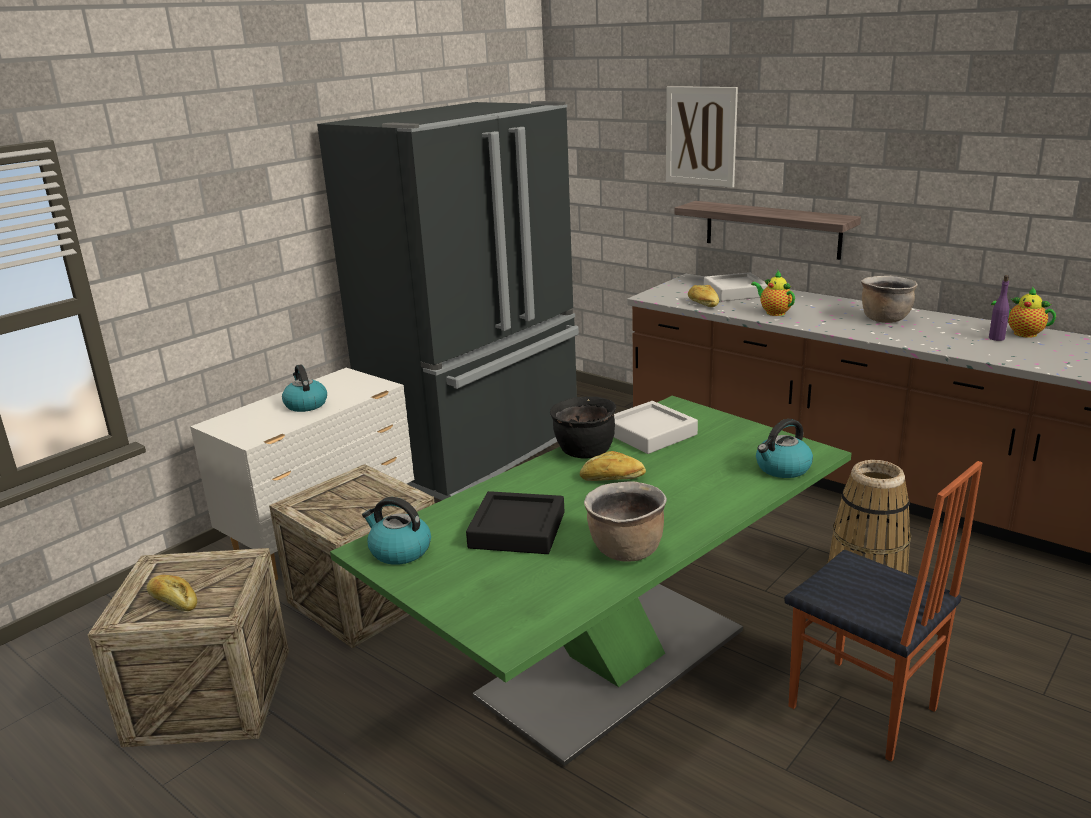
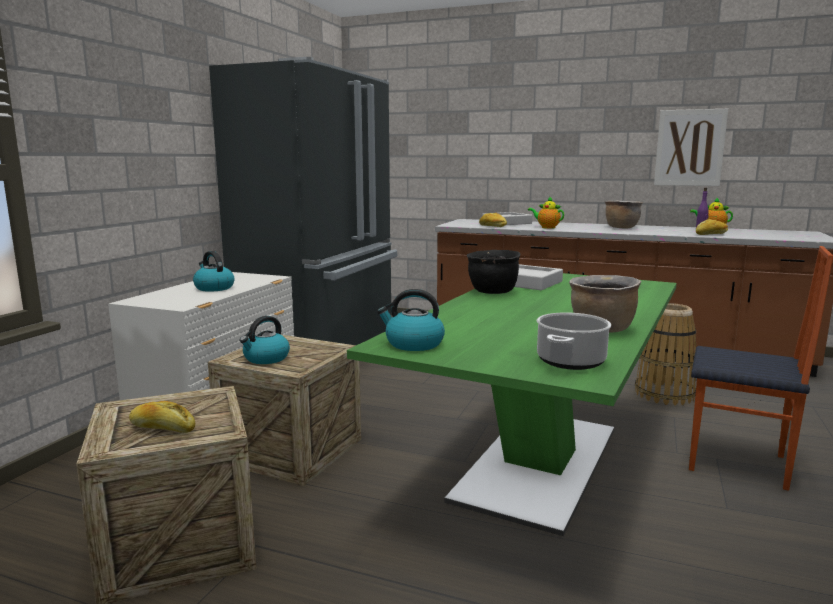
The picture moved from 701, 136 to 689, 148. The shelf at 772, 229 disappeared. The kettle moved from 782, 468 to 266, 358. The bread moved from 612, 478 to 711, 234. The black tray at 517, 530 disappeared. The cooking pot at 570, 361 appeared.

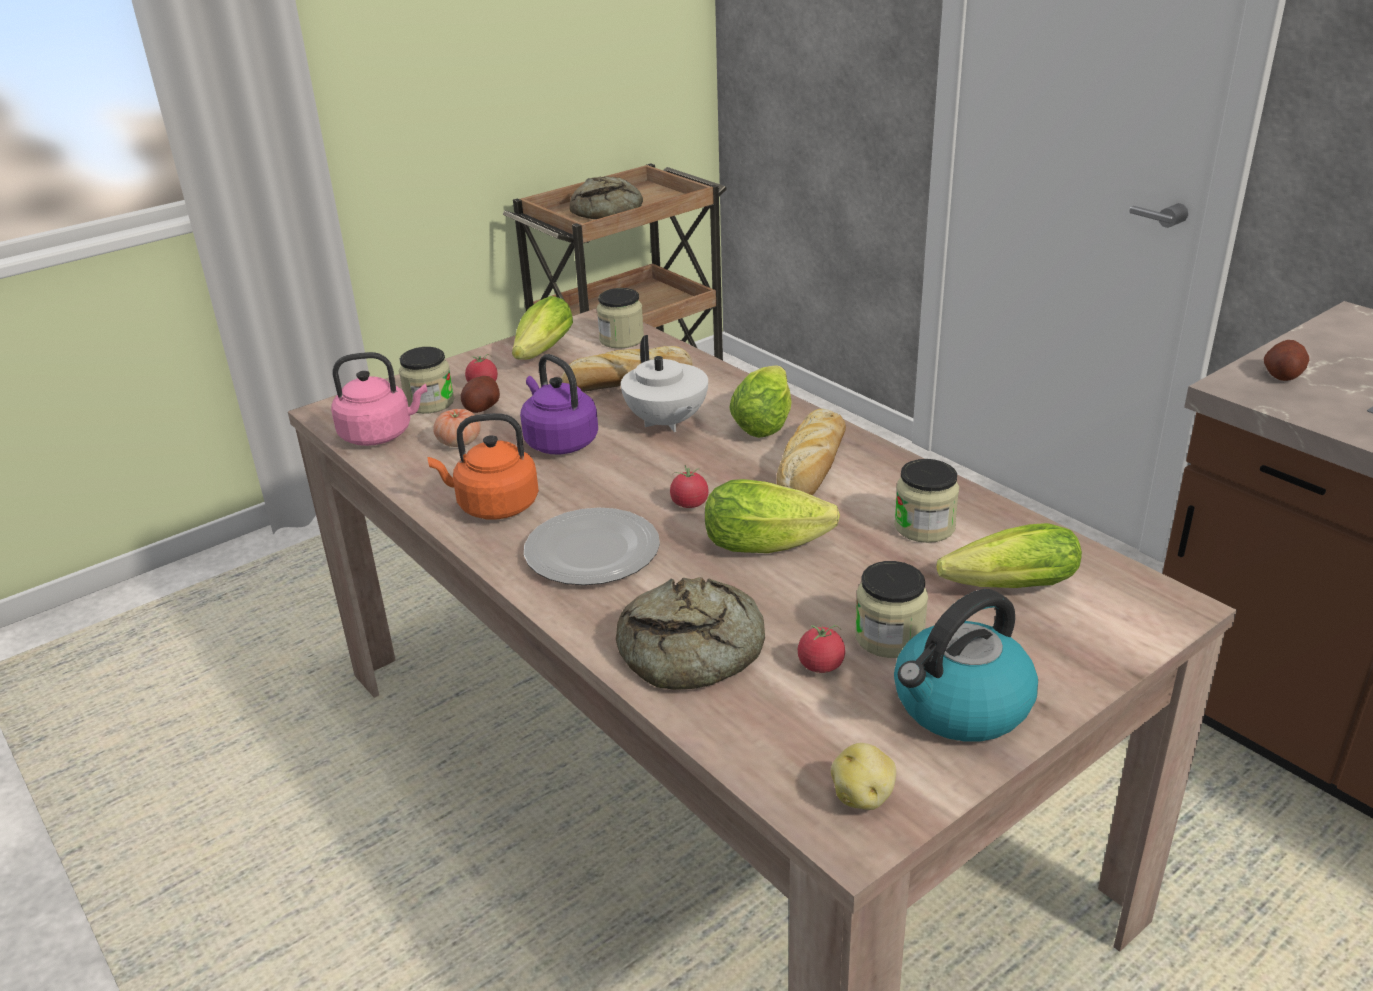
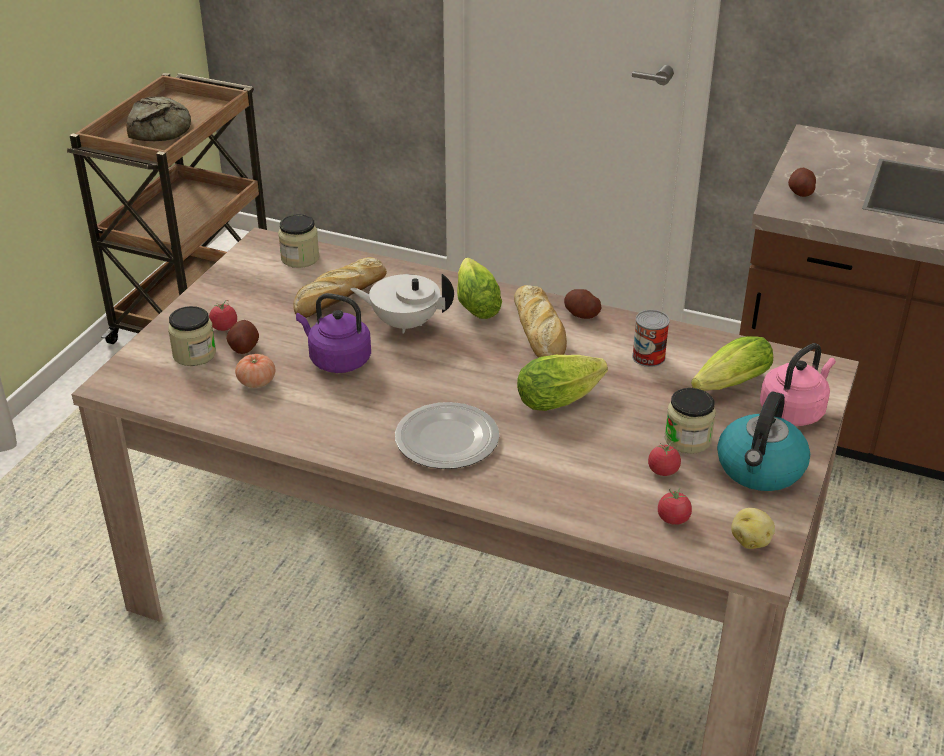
The lettuce at 540, 355 disappeared. The white teapot at 666, 423 turned 150 degrees clockwise. The pink kettle moved from 380, 434 to 794, 411. The orange kettle at 493, 506 disappeared. The jar at 924, 527 was replaced by the can at 648, 357. The tomato moved from 689, 504 to 673, 519. The bread at 694, 650 disappeared. The potato at 581, 314 appeared.

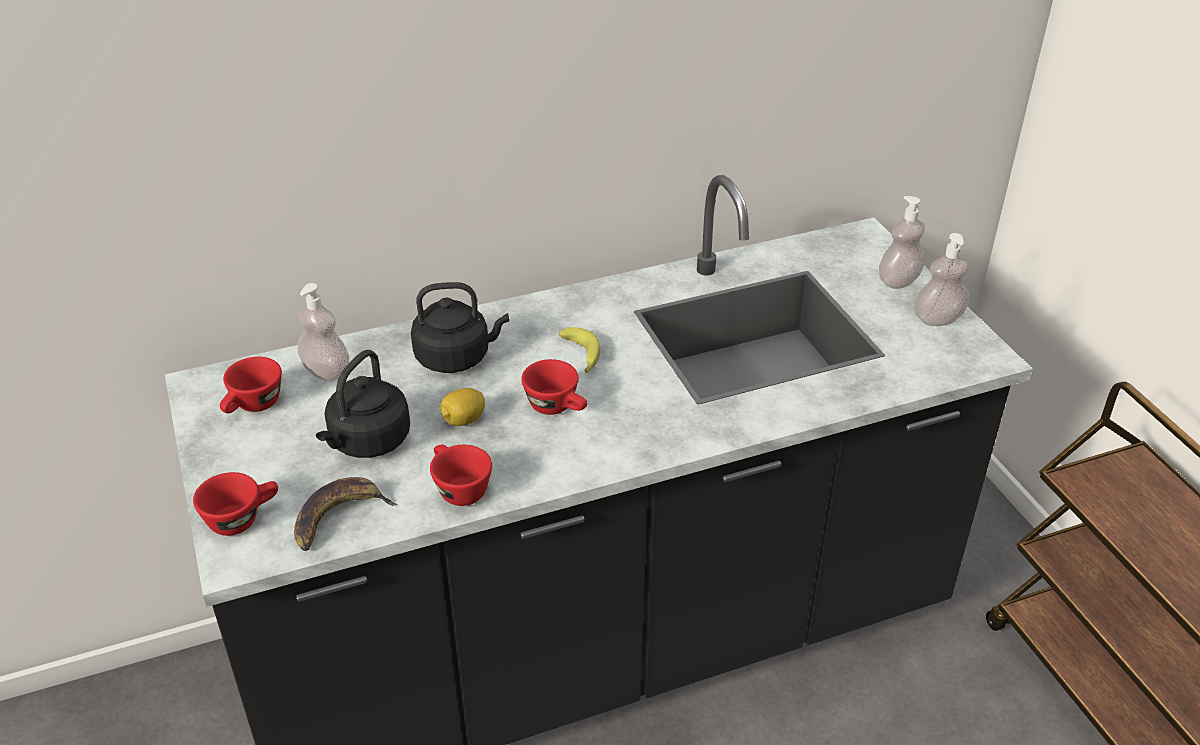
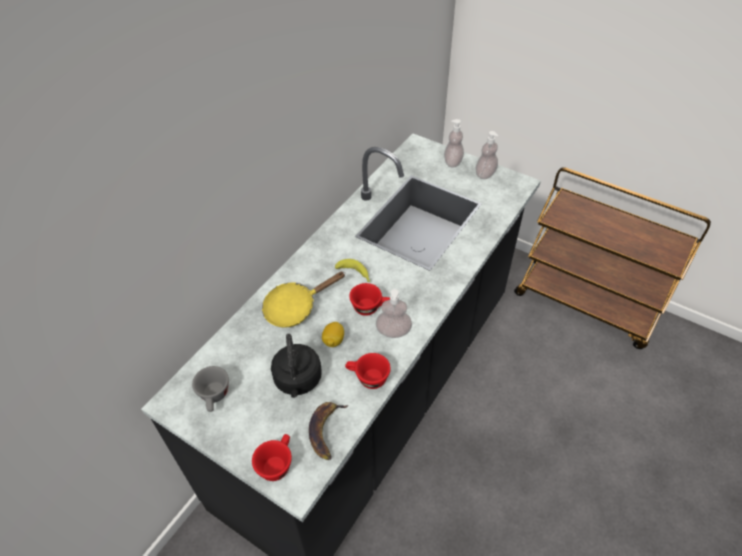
The black kettle at 457, 357 was replaced by the yellow frying pan at 295, 307. The soap dispenser moved from 326, 371 to 393, 331. The red cup at 253, 406 became the grey cup at 215, 397.

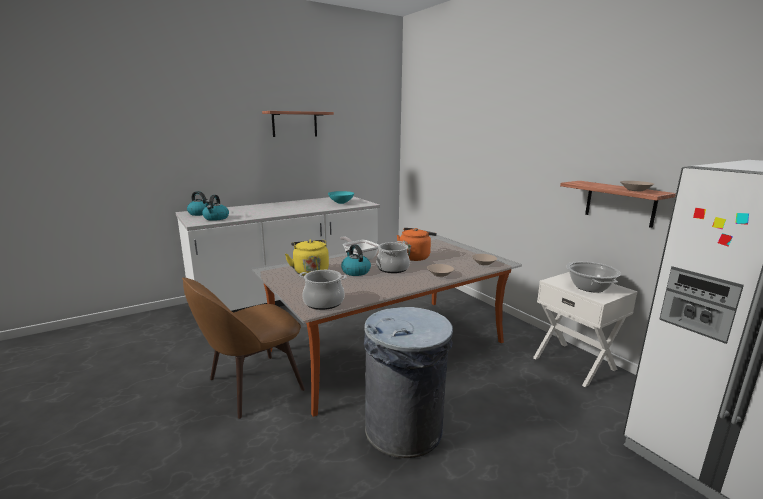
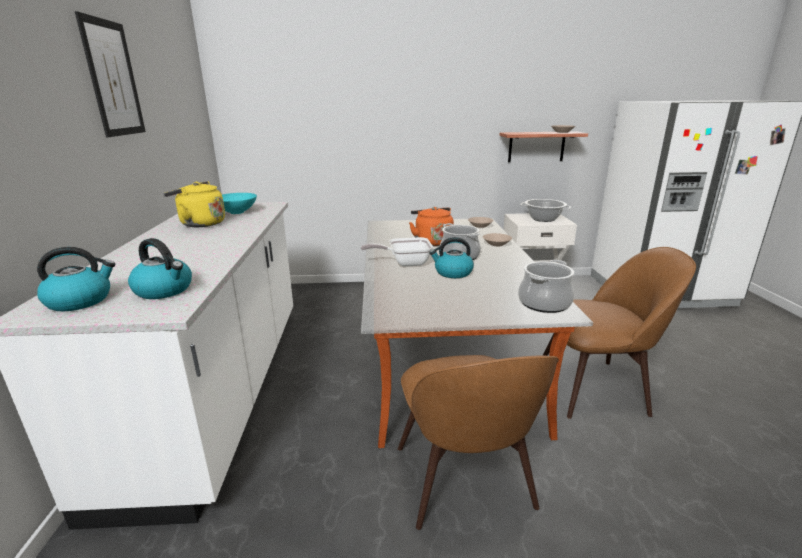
The shelf at 294, 124 was replaced by the picture at 113, 79. The yellow kettle moved from 310, 271 to 200, 224. The grey trash can at 404, 430 was replaced by the brown chair at 595, 387.

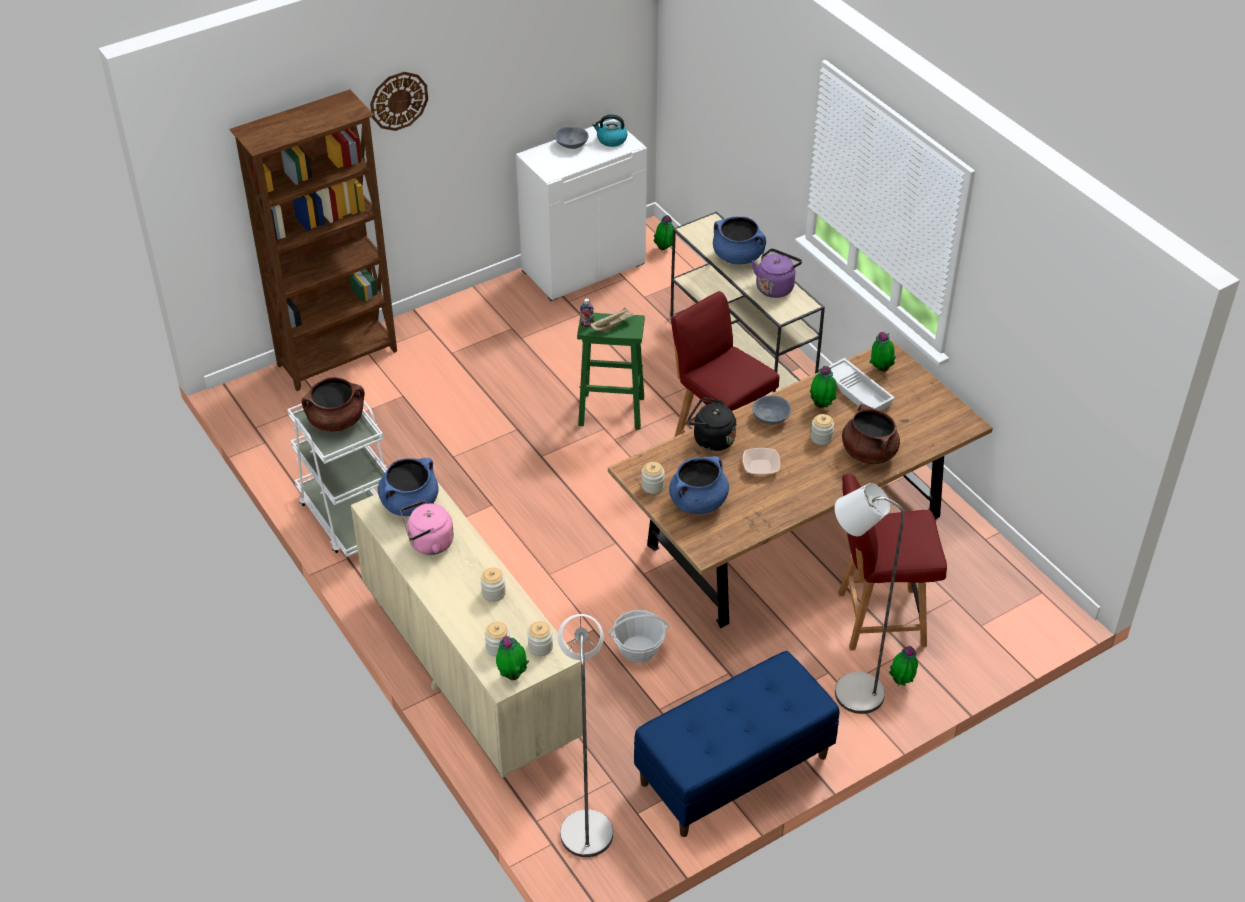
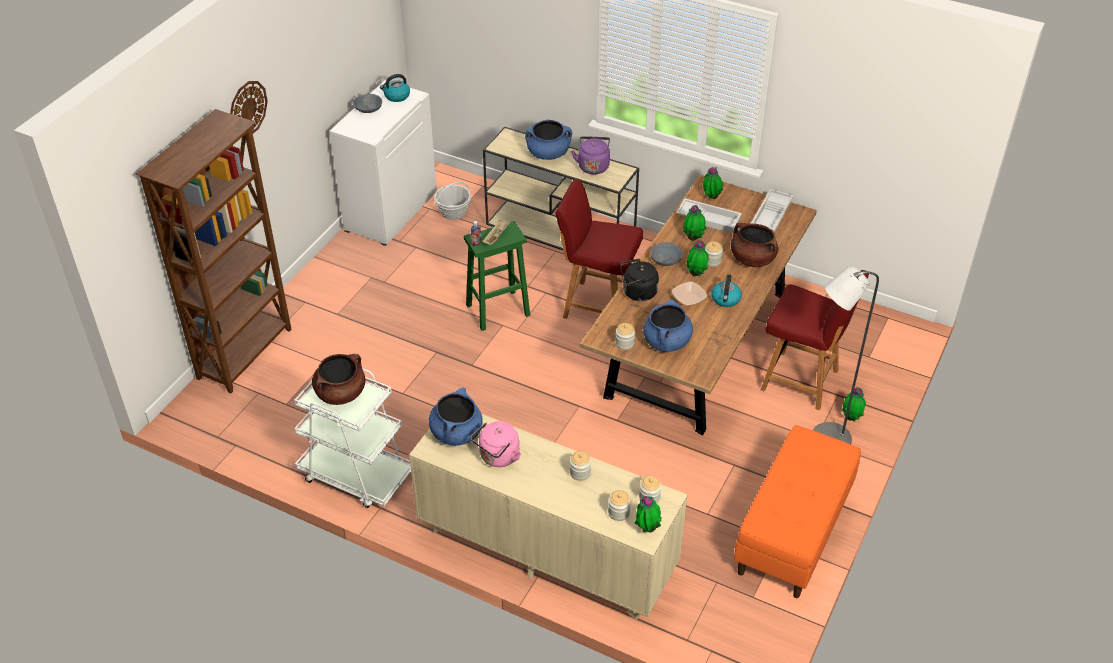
The potted plant moved from 664, 249 to 696, 274. The red chair at 878, 619 turned 120 degrees counterclockwise. The basket moved from 638, 649 to 453, 212. The grey floor lamp at 586, 825 disappeared. The blue bench at 734, 771 became the orange bench at 793, 533. The white tray at 772, 216 appeared. The kettle at 726, 299 appeared.

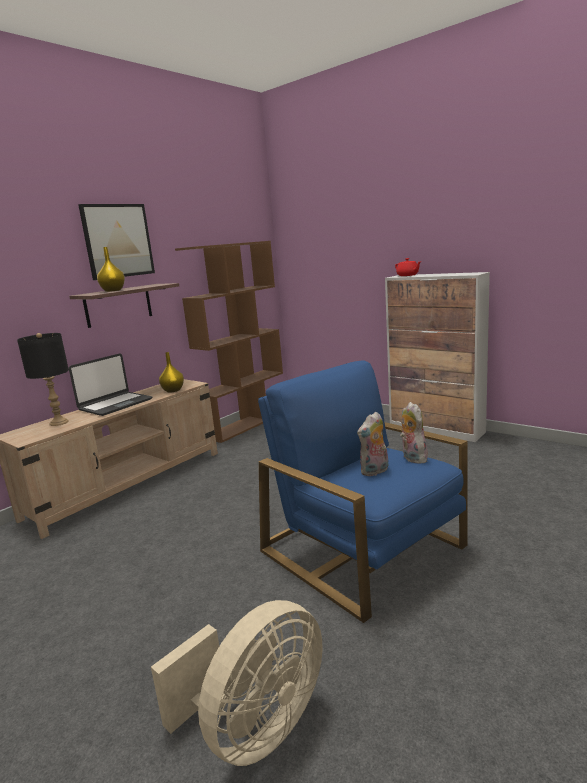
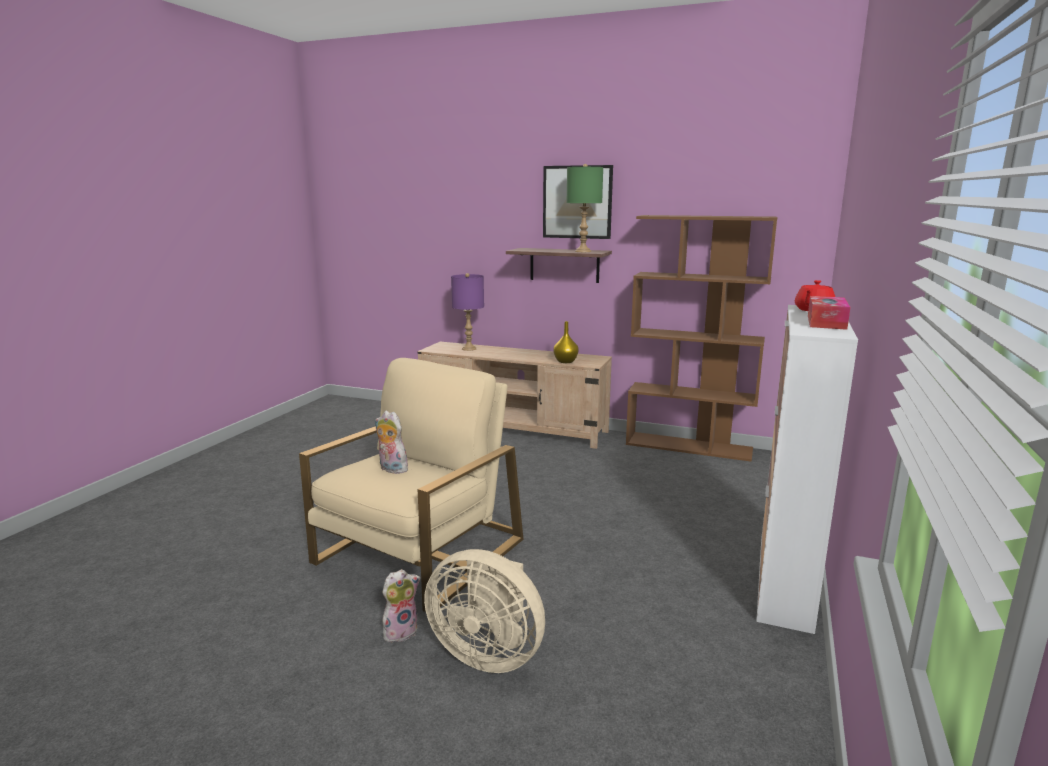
The yellow vase at 112, 290 disappeared. The black table lamp at 58, 423 became the purple table lamp at 468, 348. The laptop at 115, 404 disappeared. The blue armchair at 364, 548 became the beige armchair at 419, 552. The plush toy moved from 412, 458 to 400, 631. The beige fan moved from 255, 729 to 488, 653. The green table lamp at 583, 251 appeared. The tissue box at 826, 322 appeared.

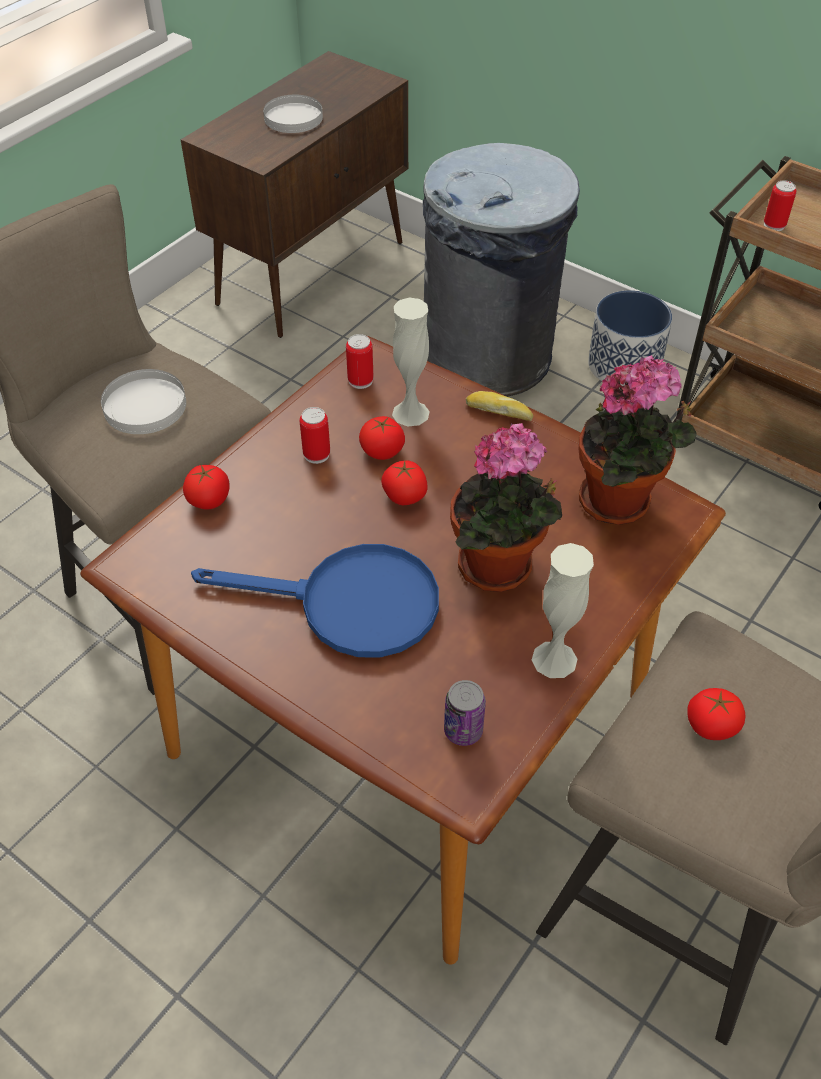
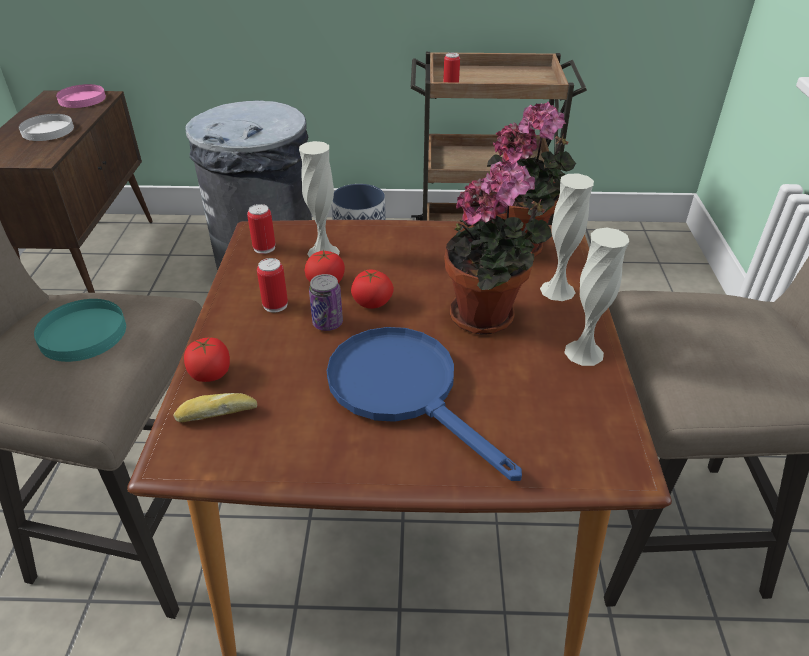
The white plate at 144, 405 became the turquoise plate at 82, 333. The bread moved from 499, 411 to 217, 413. The blue frying pan at 349, 604 turned 105 degrees counterclockwise. The can moved from 463, 730 to 327, 323. The tomato at 711, 726 disappeared. The pink plate at 82, 99 appeared. The white vase at 557, 290 appeared.

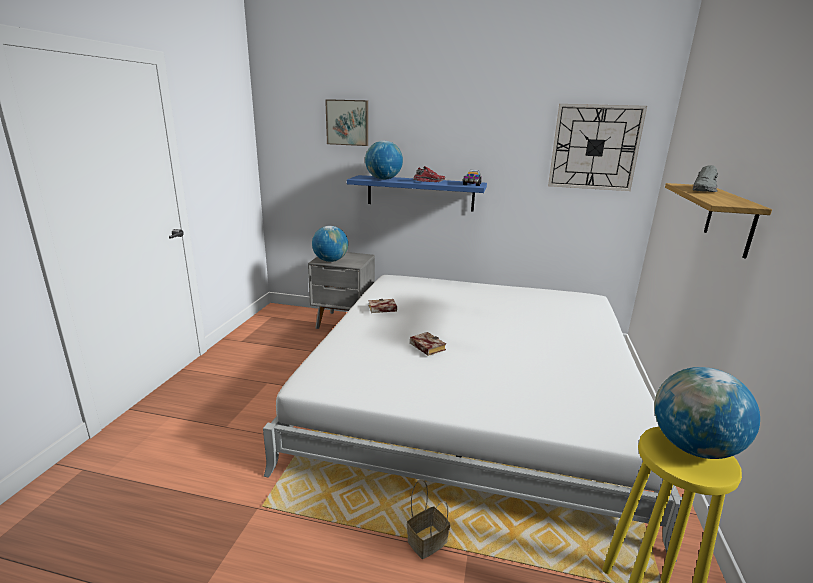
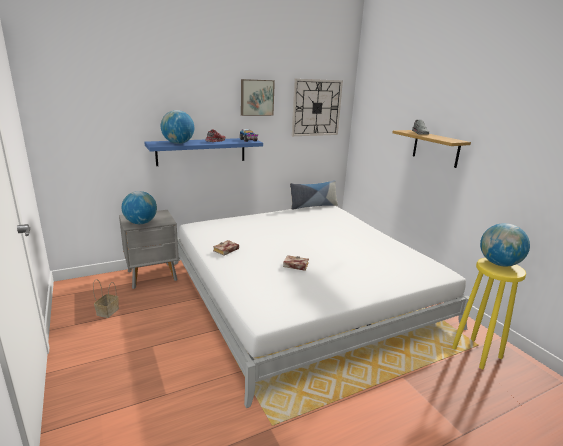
The picture moved from 348, 122 to 256, 97. The basket moved from 427, 541 to 108, 311. The pillow at 313, 206 appeared.

